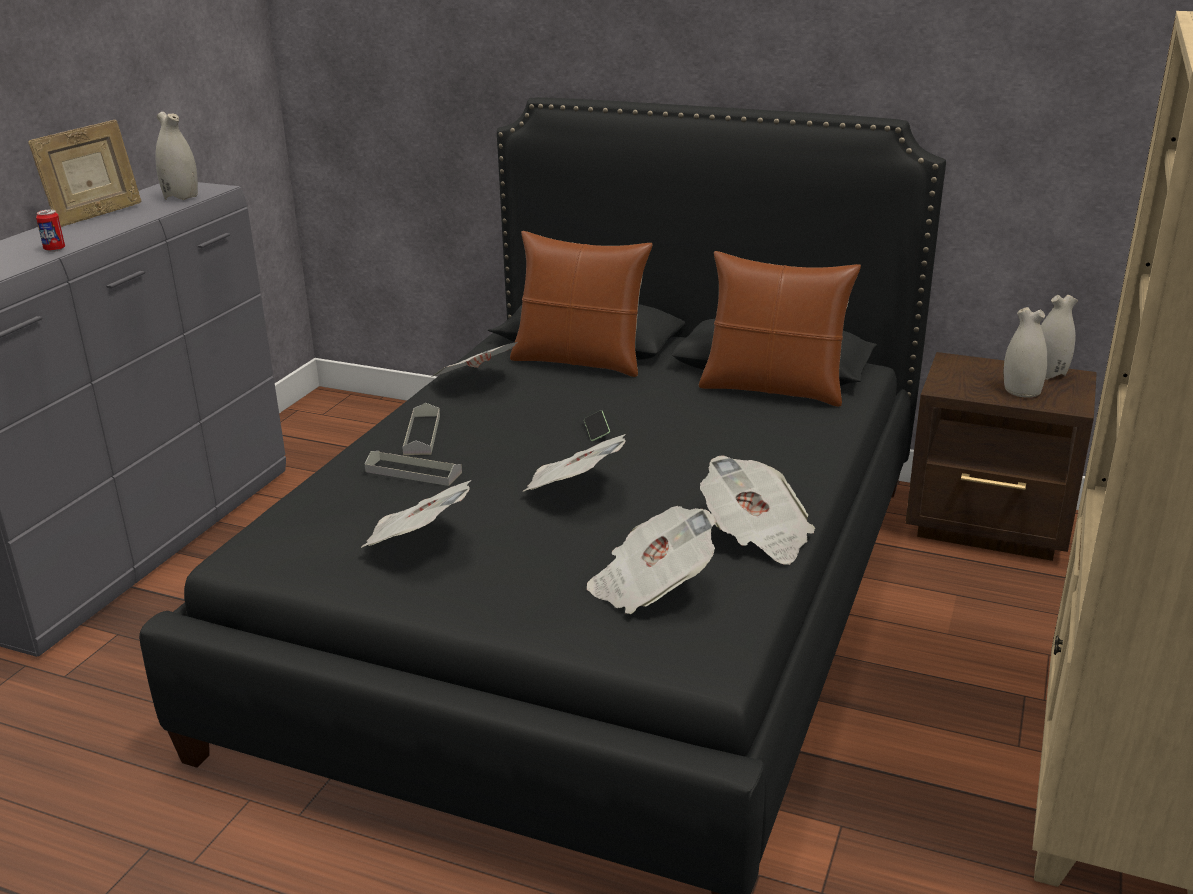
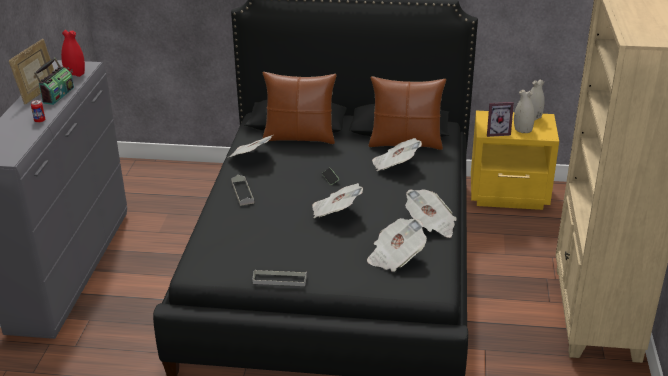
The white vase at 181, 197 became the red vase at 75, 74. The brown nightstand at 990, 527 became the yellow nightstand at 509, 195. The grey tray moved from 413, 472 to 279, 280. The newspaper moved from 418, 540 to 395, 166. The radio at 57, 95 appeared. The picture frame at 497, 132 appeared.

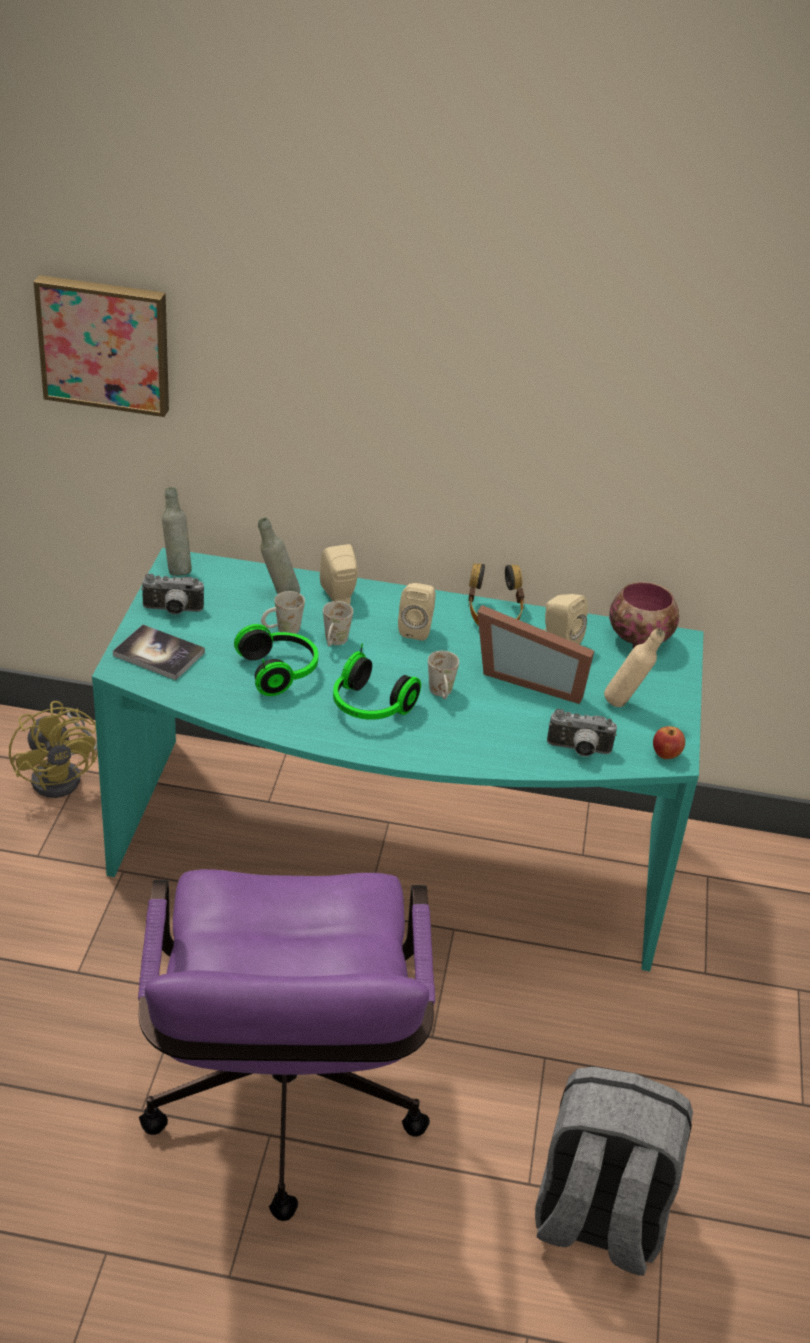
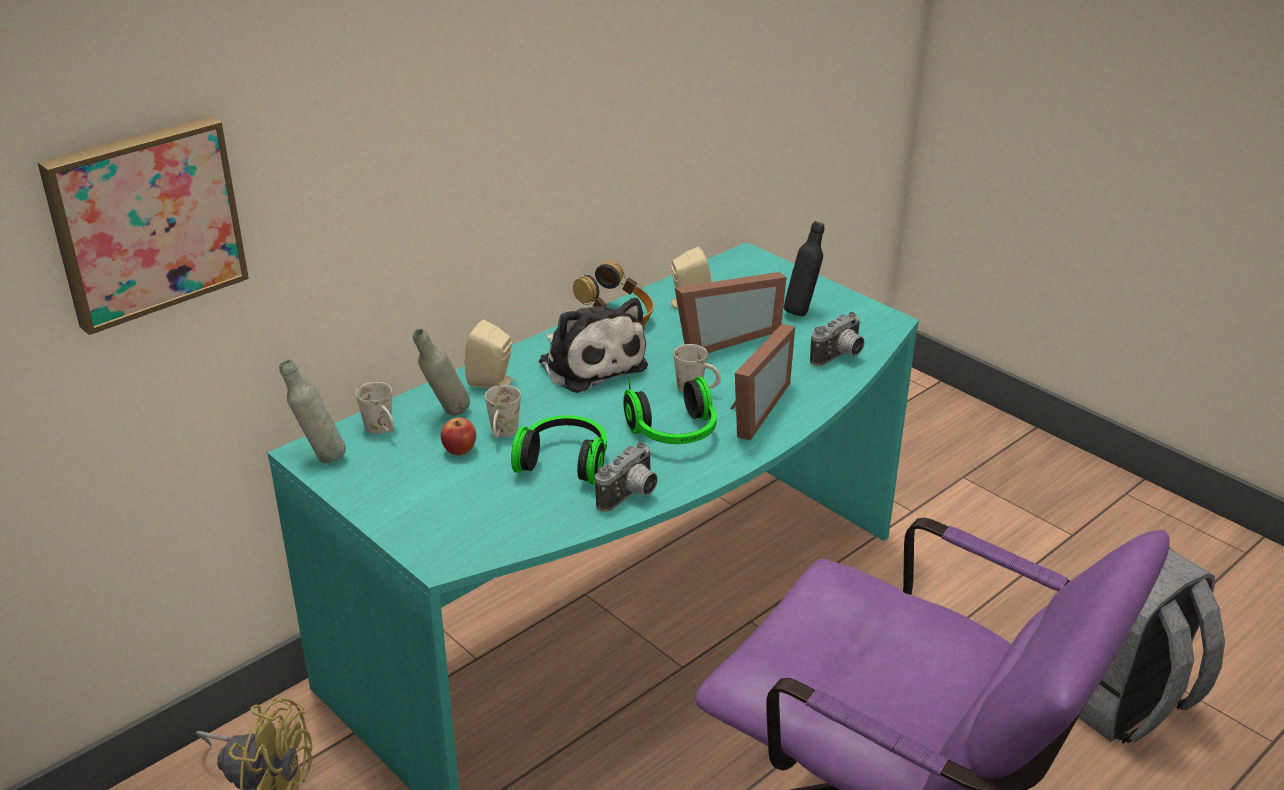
The photo camera moved from 172, 611 to 631, 496. The bowl at 640, 638 disappeared. The beige speaker at 416, 629 was replaced by the plush toy at 590, 363. The white mug moved from 334, 643 to 382, 430. The book at 159, 654 disappeared. The beige bottle at 626, 703 became the black bottle at 801, 311. The apple moved from 666, 755 to 460, 451. The picture frame at 750, 409 appeared.

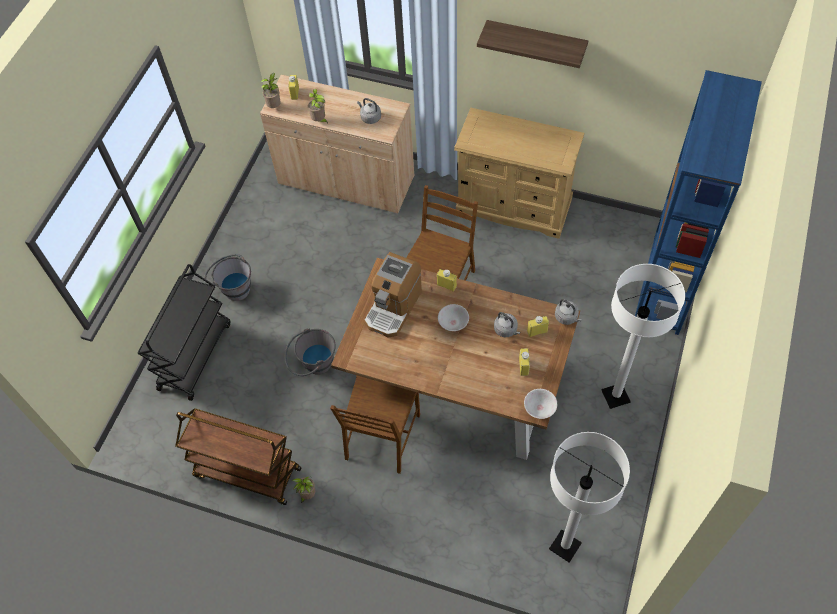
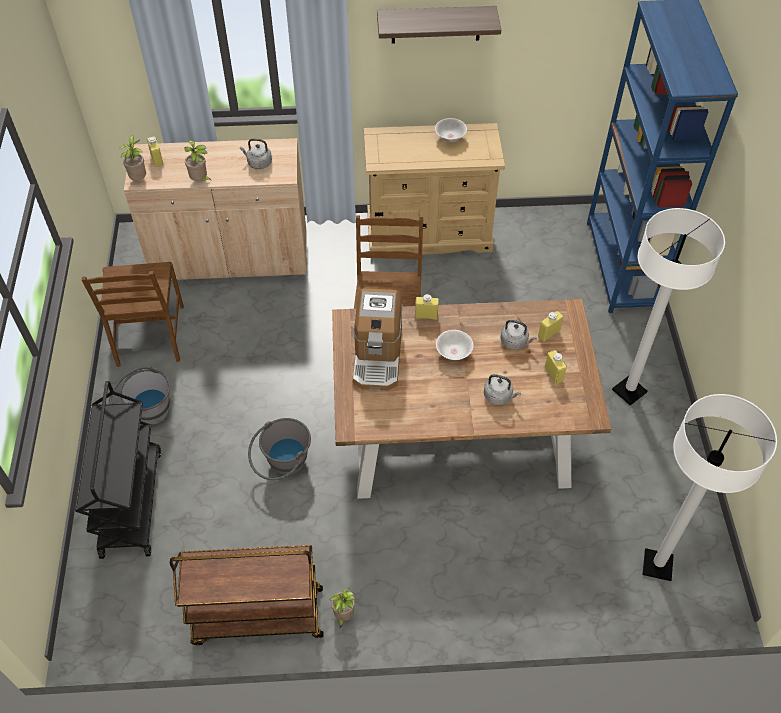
The grey kettle moved from 567, 317 to 499, 396. The brown chair moved from 382, 437 to 150, 336. The white bowl moved from 540, 408 to 450, 137.

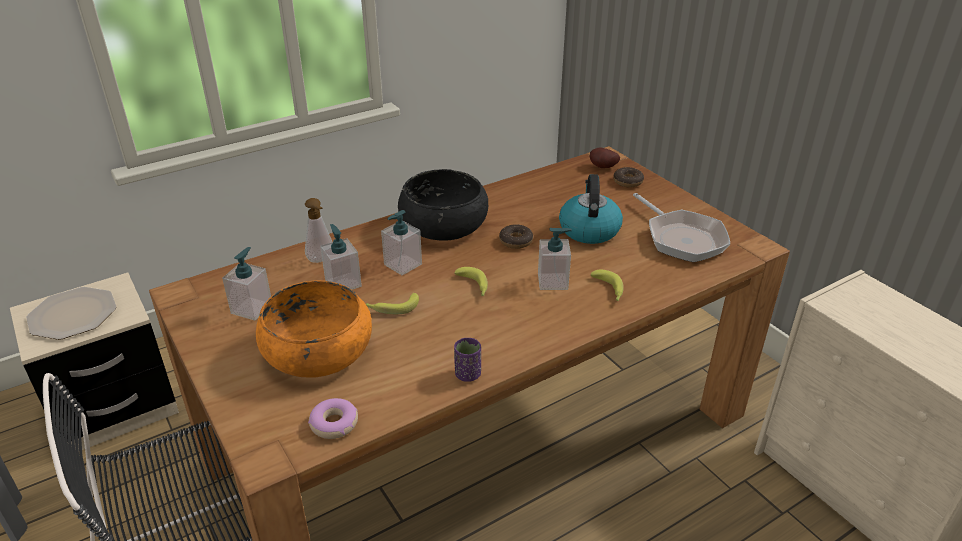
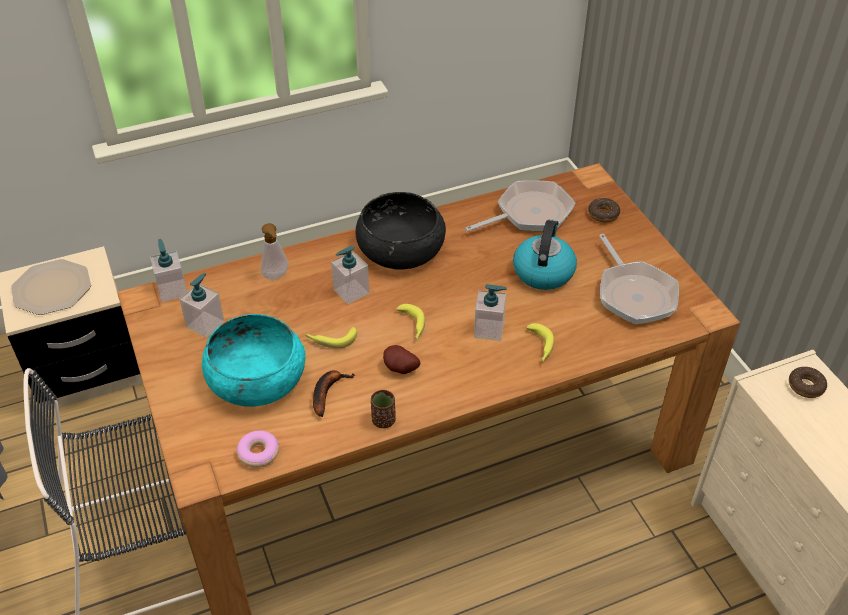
The potato moved from 602, 167 to 400, 369. The soap dispenser moved from 343, 283 to 172, 290. The donut moved from 516, 241 to 806, 386. The orange bowl at 317, 351 became the turquoise bowl at 256, 378. The purple cup at 468, 374 became the brown cup at 383, 420. The frying pan at 529, 213 appeared. The banana at 327, 392 appeared.

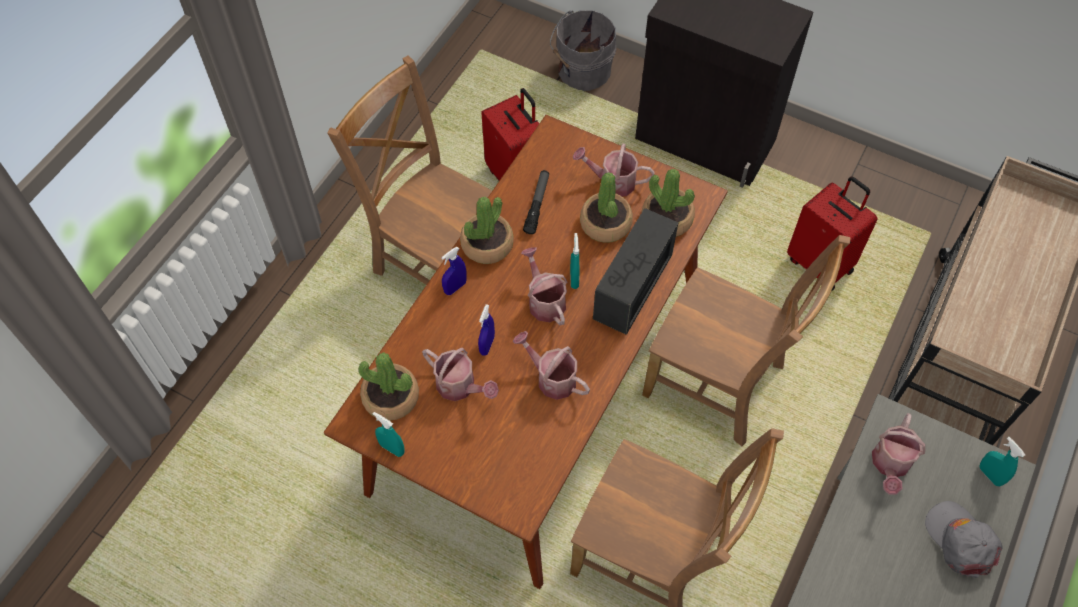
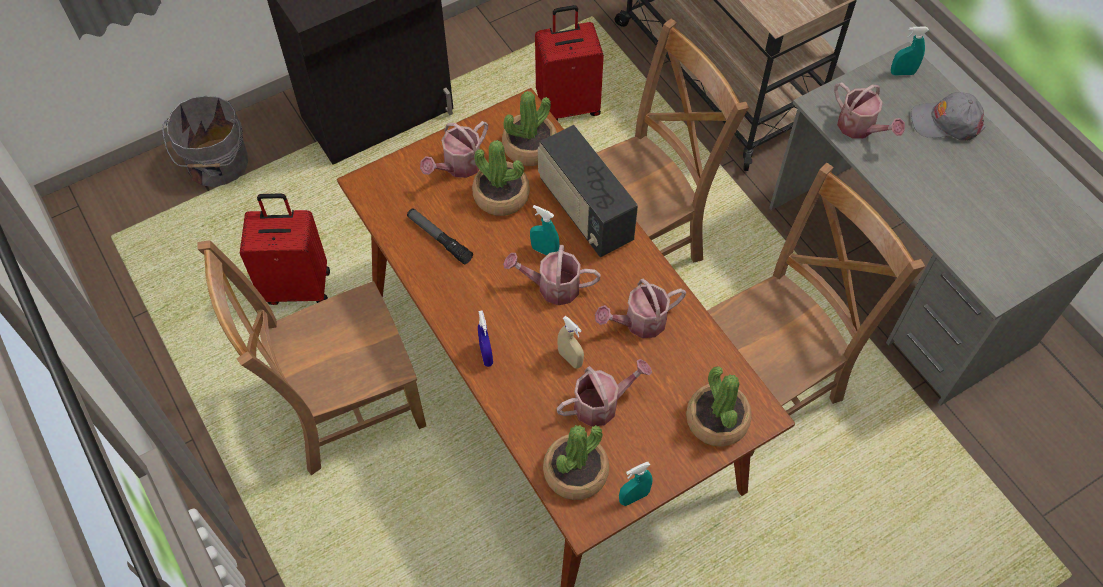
The potted plant moved from 487, 244 to 716, 420. The blue spray bottle at 487, 345 became the beige spray bottle at 570, 359.

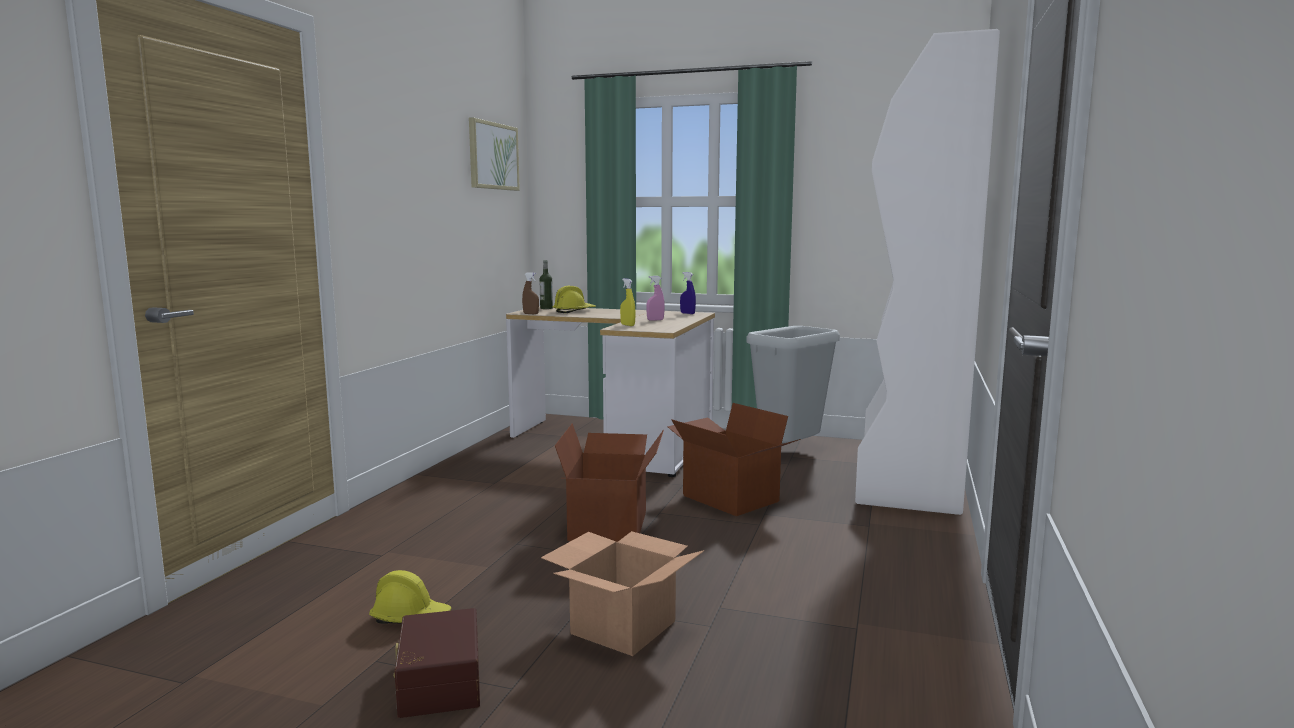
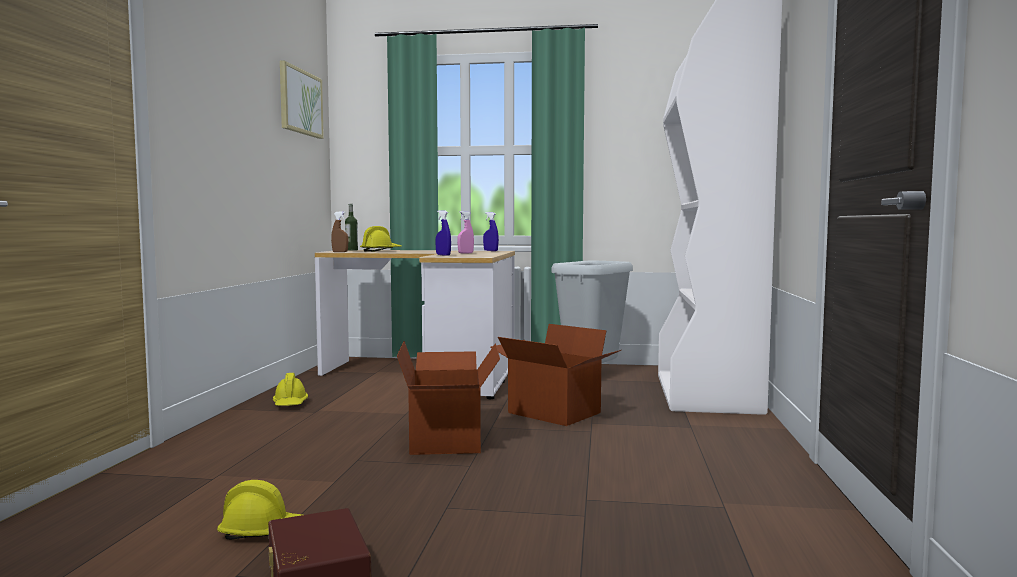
The yellow spray bottle at 627, 325 became the blue spray bottle at 443, 255. The cardboard box at 623, 628 disappeared. The yellow hard hat at 290, 404 appeared.

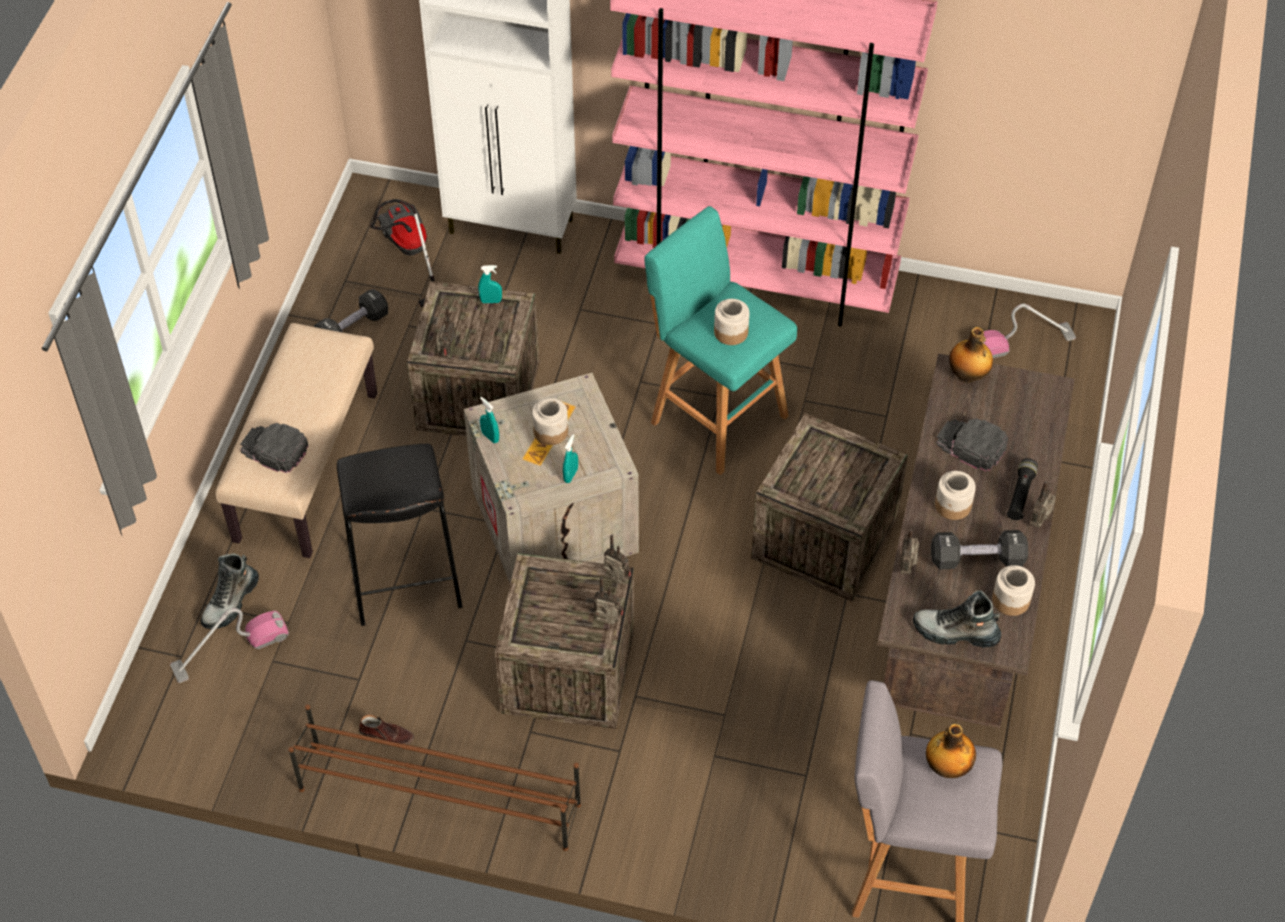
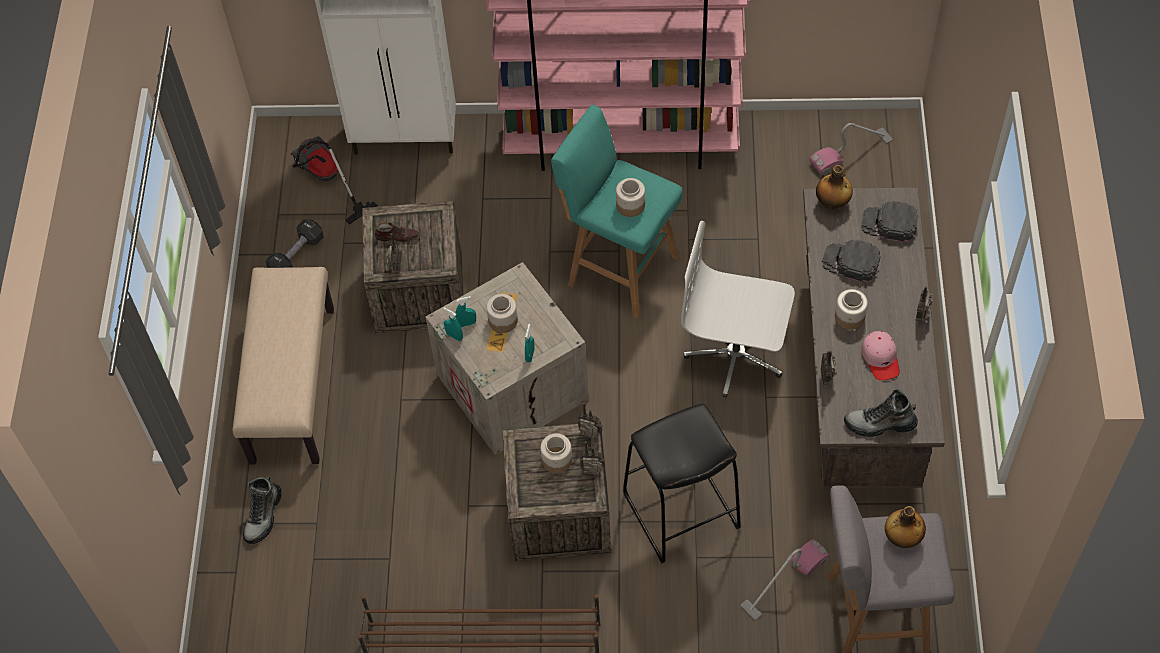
The turquoise spray bottle moved from 491, 301 to 467, 323. The crate at 824, 539 was replaced by the white office chair at 735, 355. The black cap moved from 274, 449 to 889, 224. The black stool moved from 404, 577 to 681, 511. The black flashlight at 1020, 495 disappeared. The black dumbbell at 977, 559 was replaced by the pink cap at 880, 358. The jar moved from 1011, 600 to 557, 460. The vacuum cleaner moved from 230, 650 to 784, 581. The brown shoe moved from 387, 734 to 398, 236.

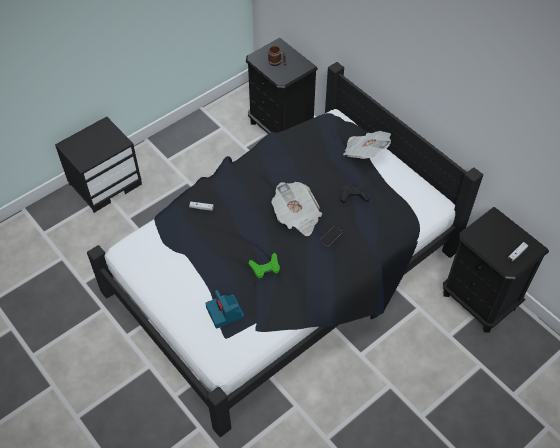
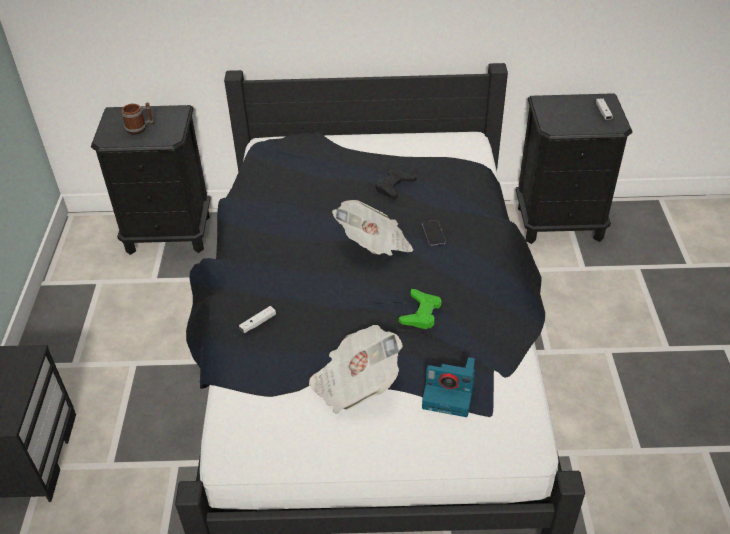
The newspaper moved from 365, 152 to 355, 384.

